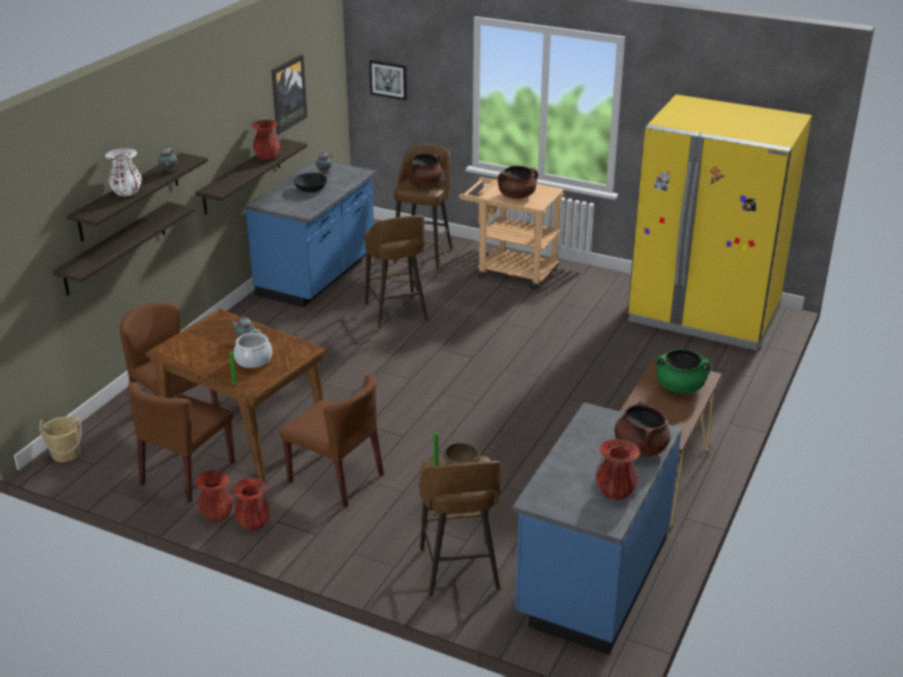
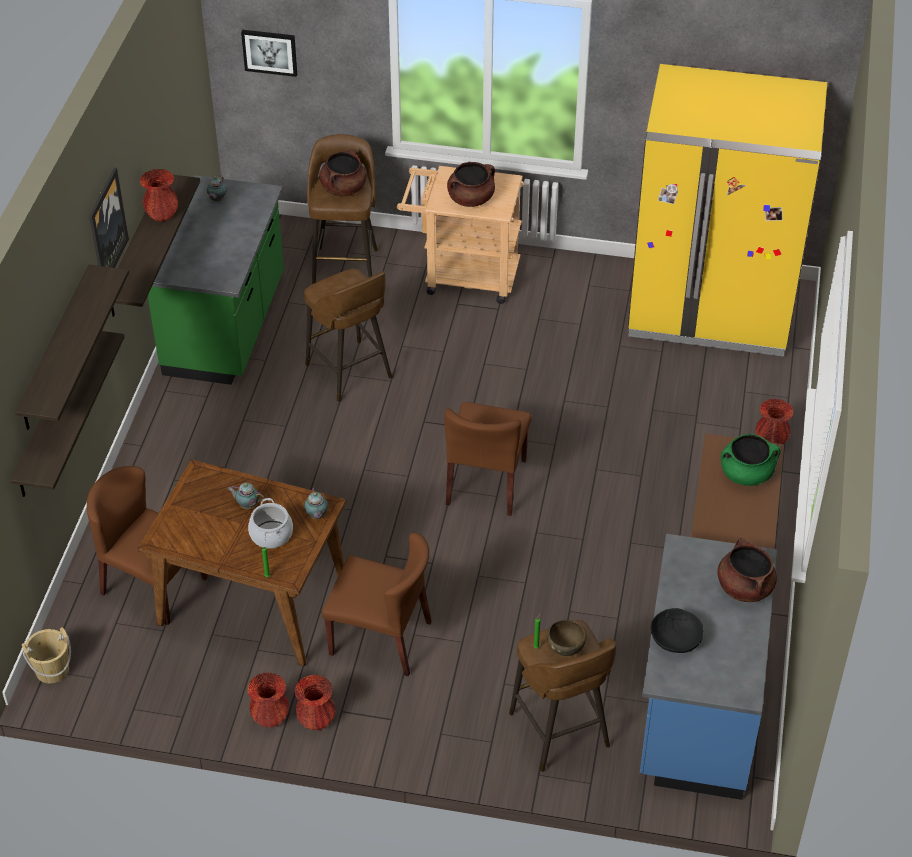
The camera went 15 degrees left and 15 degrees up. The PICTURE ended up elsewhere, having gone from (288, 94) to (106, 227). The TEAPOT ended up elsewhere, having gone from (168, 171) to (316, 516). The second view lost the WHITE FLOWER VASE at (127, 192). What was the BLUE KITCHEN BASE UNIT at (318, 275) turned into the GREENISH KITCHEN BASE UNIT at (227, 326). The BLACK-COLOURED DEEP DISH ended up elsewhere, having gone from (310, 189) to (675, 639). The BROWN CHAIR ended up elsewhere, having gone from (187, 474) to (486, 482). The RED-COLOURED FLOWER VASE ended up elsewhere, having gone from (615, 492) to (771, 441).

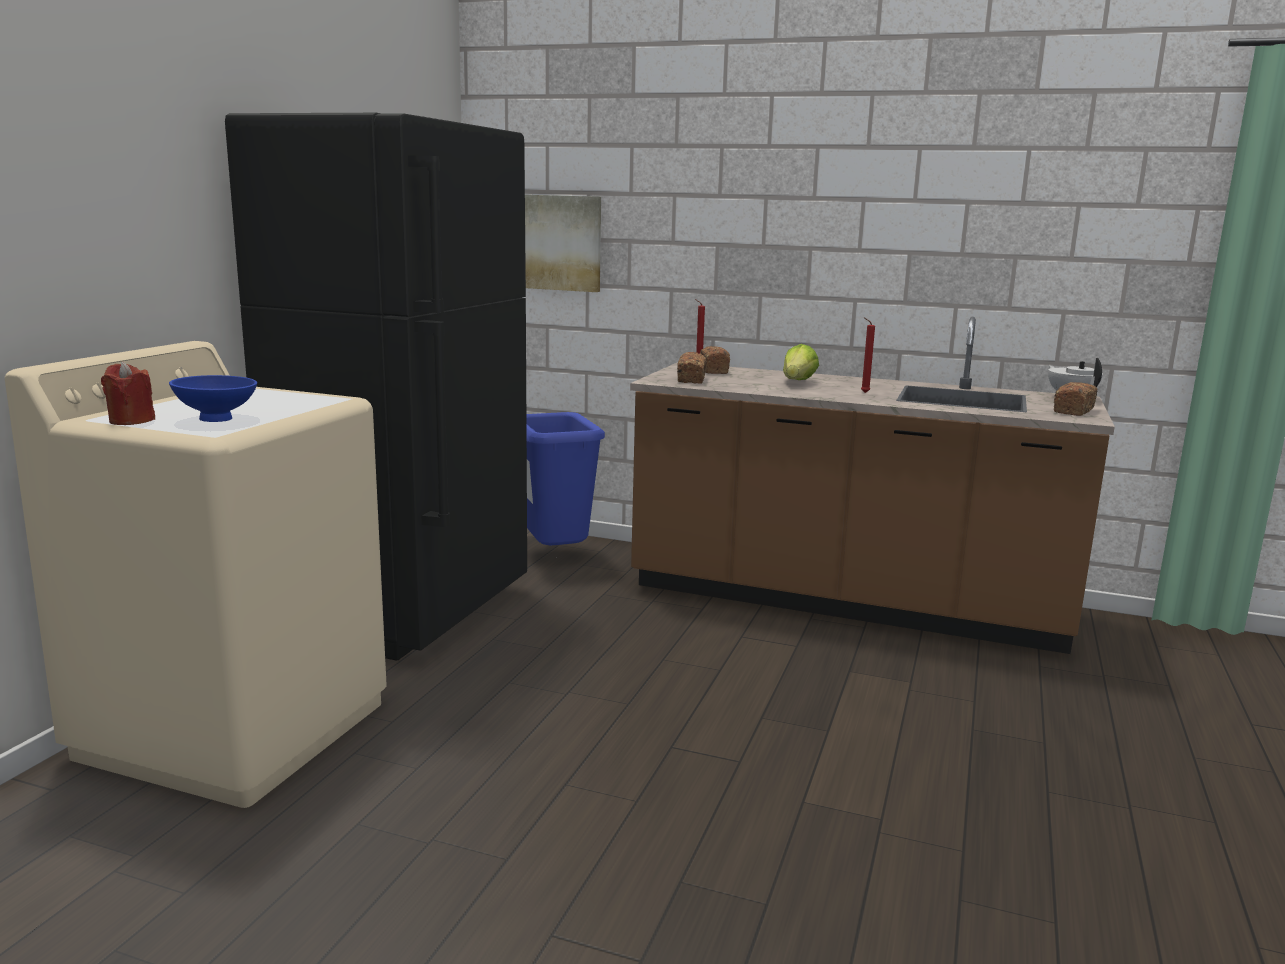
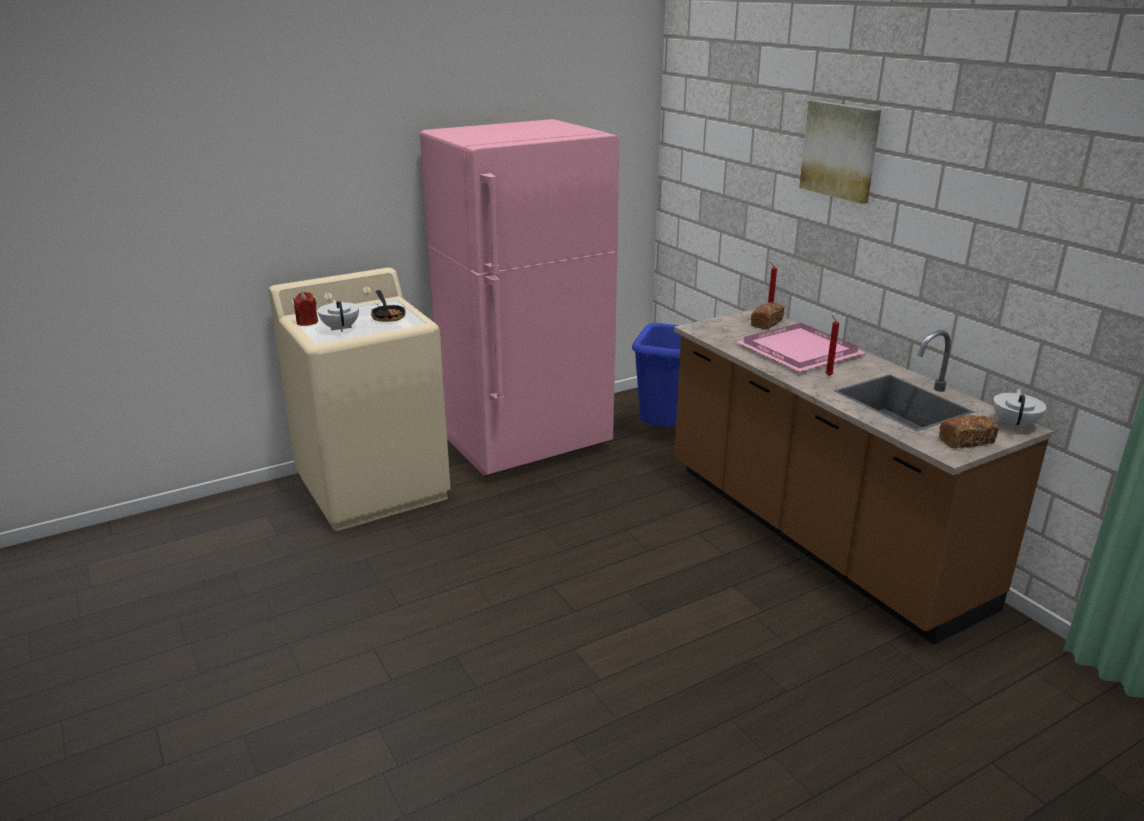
The camera went 40 degrees right and 10 degrees up. What was the BLACK-COLOURED REFRIGERATOR at (408, 612) turned into the PINK REFRIGERATOR at (527, 445). The PICTURE ended up elsewhere, having gone from (558, 243) to (840, 150). Where the HEAD OF LETTUCE stood at (797, 382), the PINK CARRYING TRAY came to stand at (801, 351). The second view lost the BAKED BREAD at (691, 379). Where the BLUE DEEP DISH stood at (217, 418), the WHITE TEAPOT came to stand at (341, 328). The second view gained the PAN at (388, 316).

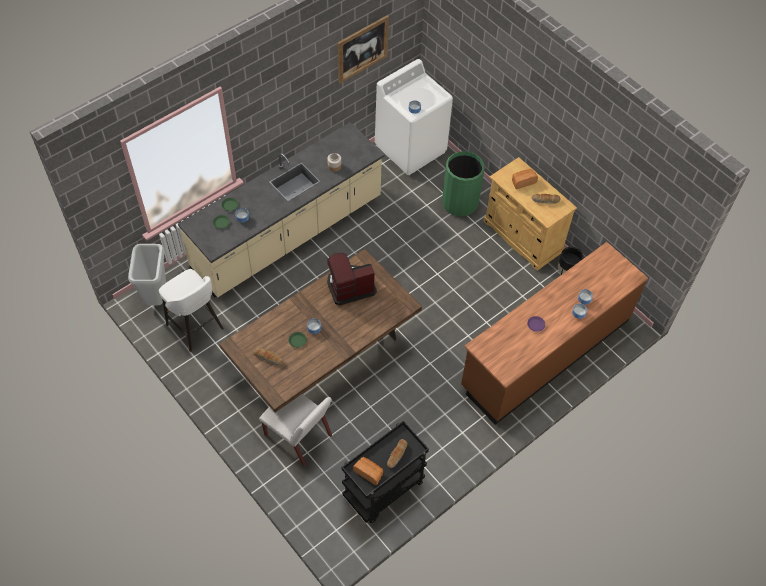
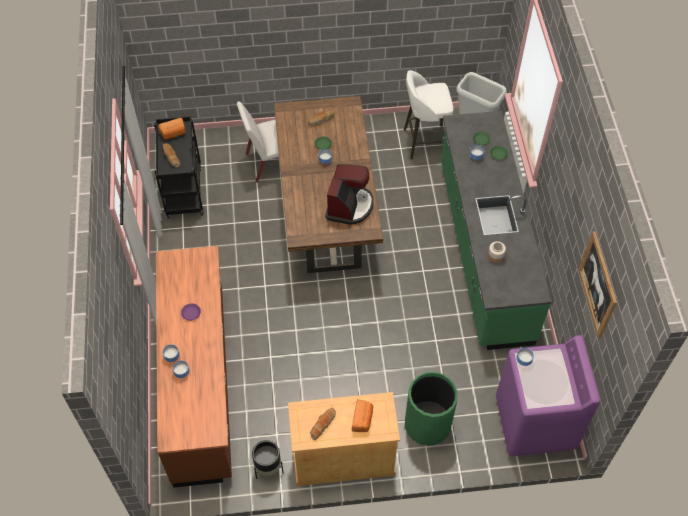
The camera went 125 degrees right and 0 degrees up. What was the WHITE LAUNDRY APPLIANCE at (411, 148) turned into the PURPLE-COLOURED LAUNDRY APPLIANCE at (535, 423). What was the SAND-COLOURED KITCHEN BASE UNIT at (288, 235) turned into the GREENISH KITCHEN BASE UNIT at (483, 251).

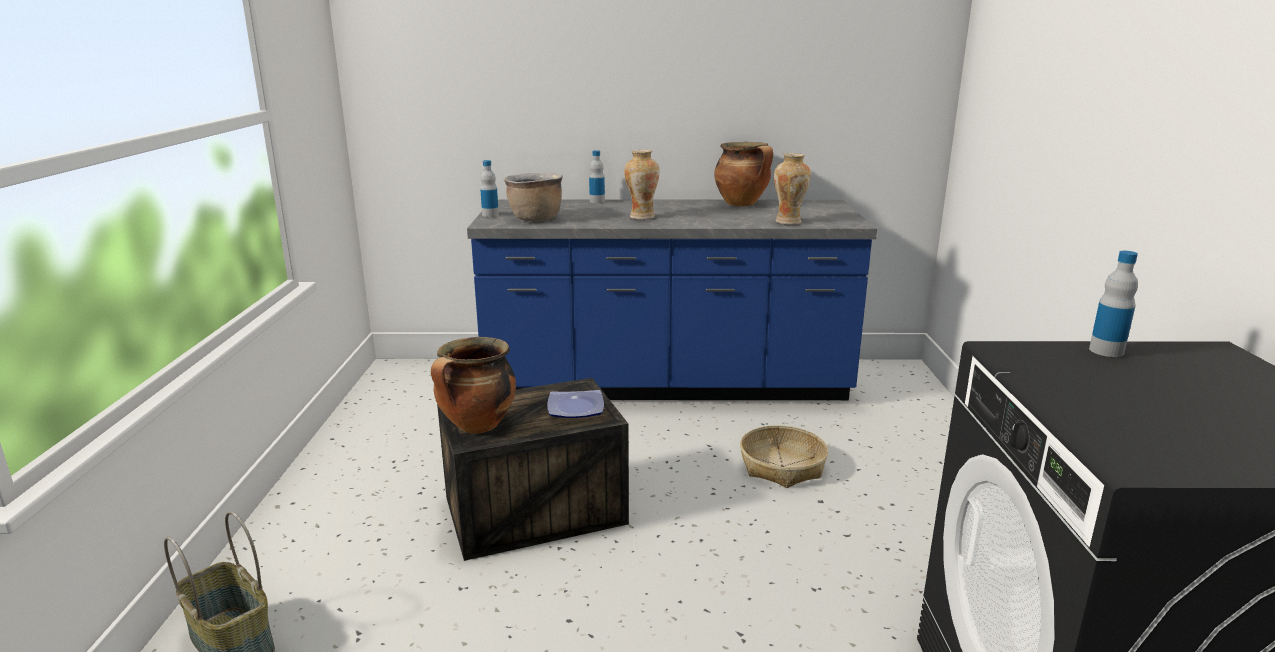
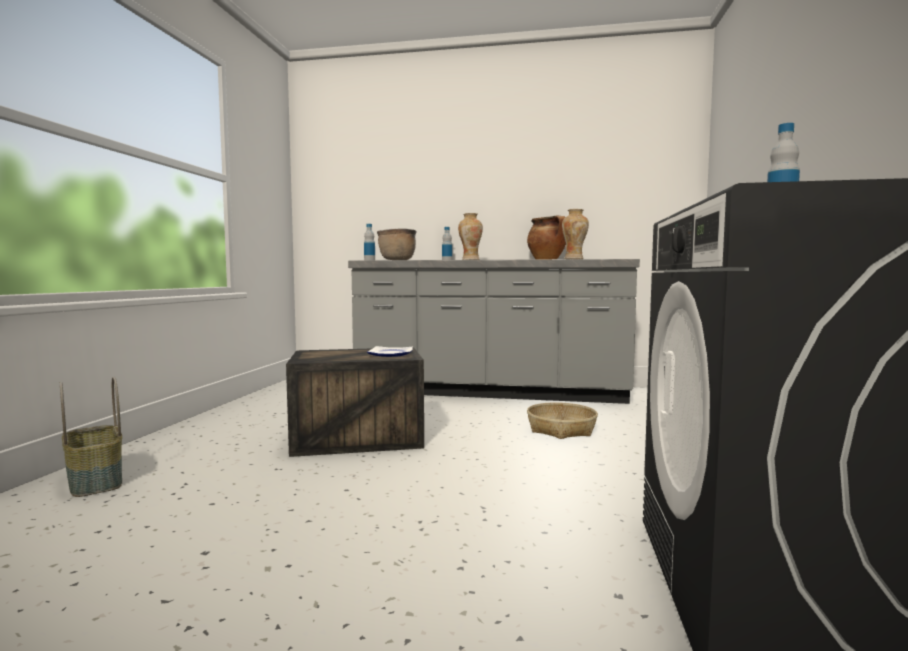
The camera went 10 degrees right and 15 degrees down. What was the BLUE KITCHEN BASE UNIT at (667, 384) turned into the GREY KITCHEN BASE UNIT at (491, 391). The second view lost the COOKING POT at (477, 426).

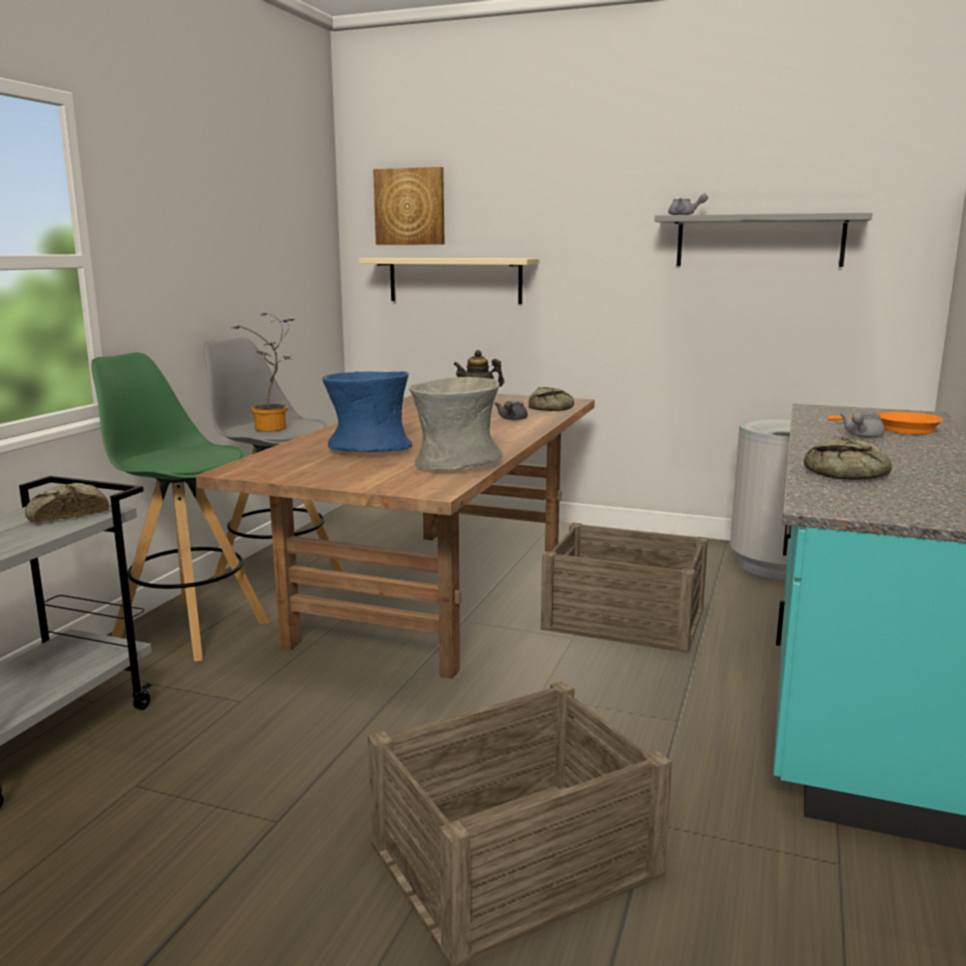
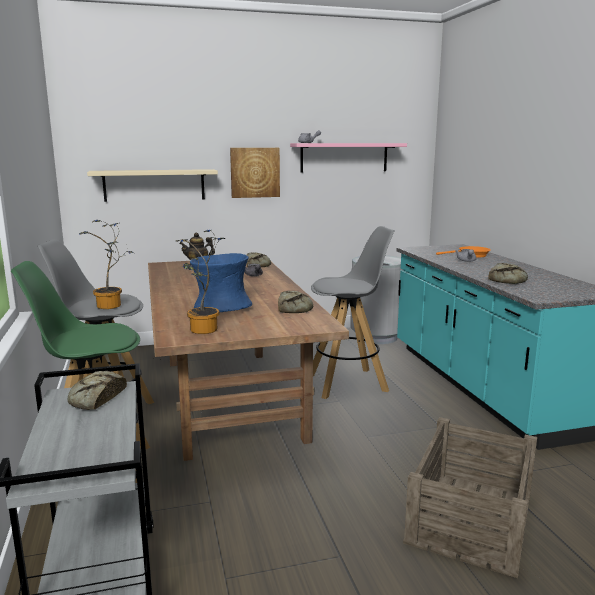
The camera went 35 degrees left and 0 degrees up. The PICTURE ended up elsewhere, having gone from (410, 207) to (255, 172). What was the GREY WALL SHELF at (759, 241) turned into the PINK WALL SHELF at (344, 157). Where the GREY FLOWER VASE stood at (455, 464), the BAKED BREAD came to stand at (295, 308). Where the PACKING CRATE stood at (624, 619), the GREY STOOL came to stand at (348, 383). The second view gained the HOUSEPLANT at (202, 331).

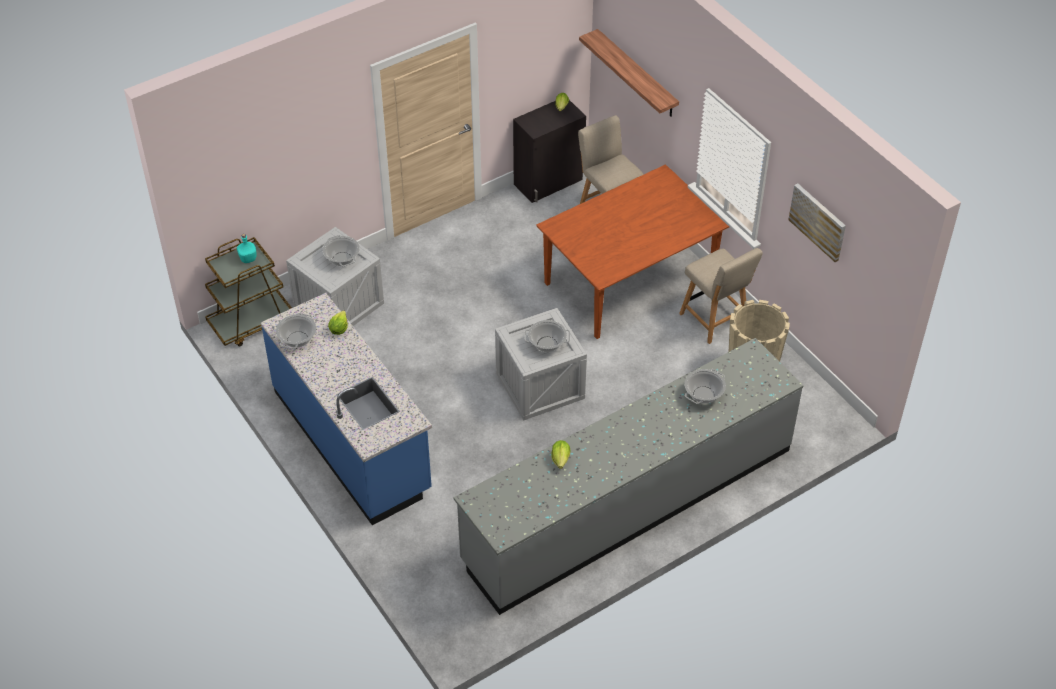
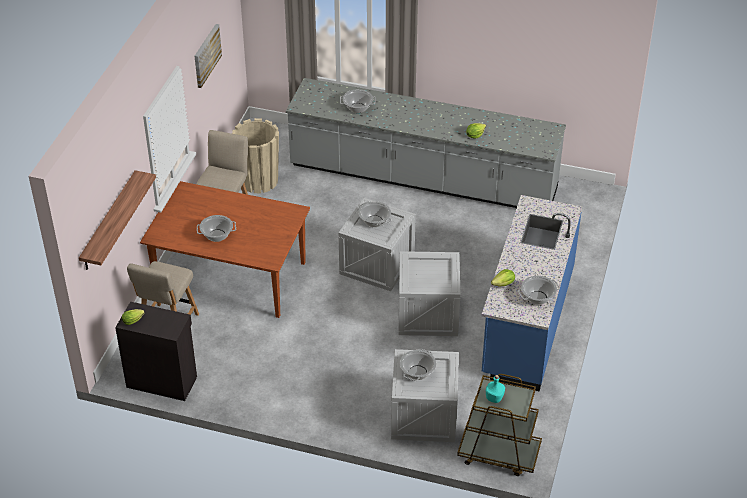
The camera went 130 degrees left and 5 degrees down. The second view gained the COOKING POT at (217, 235). The second view gained the PACKING CRATE at (427, 315).

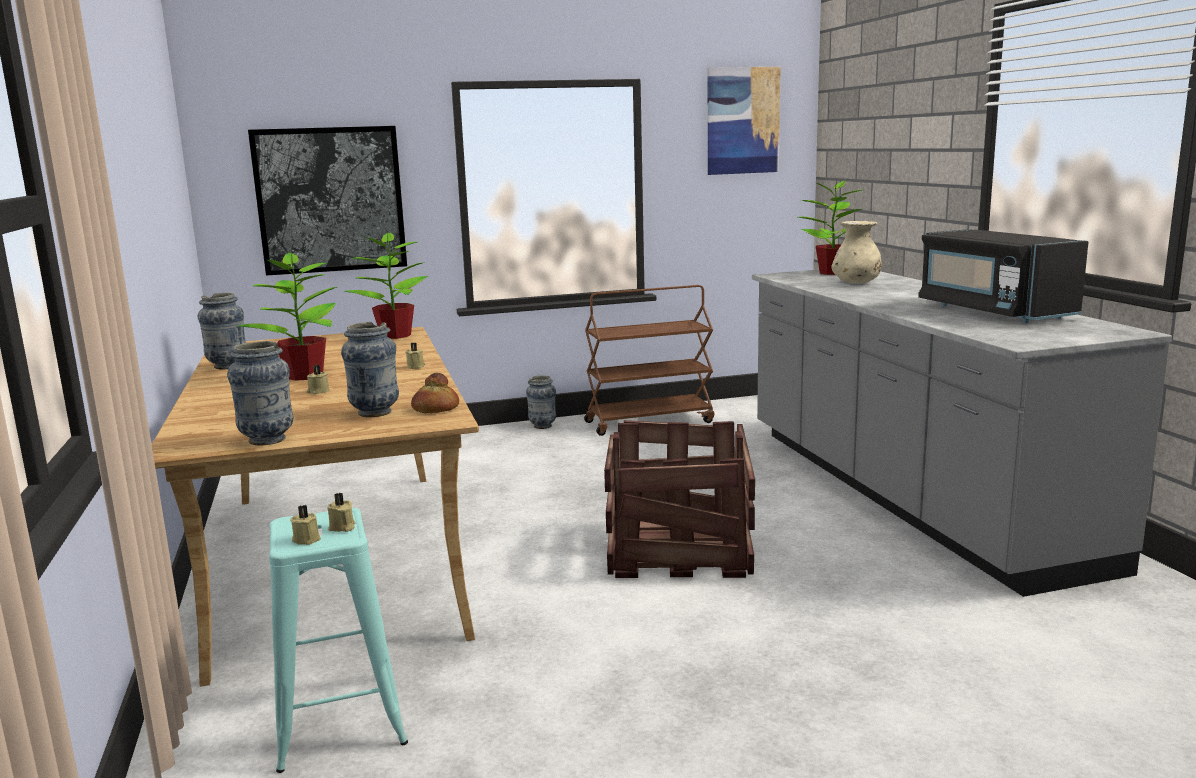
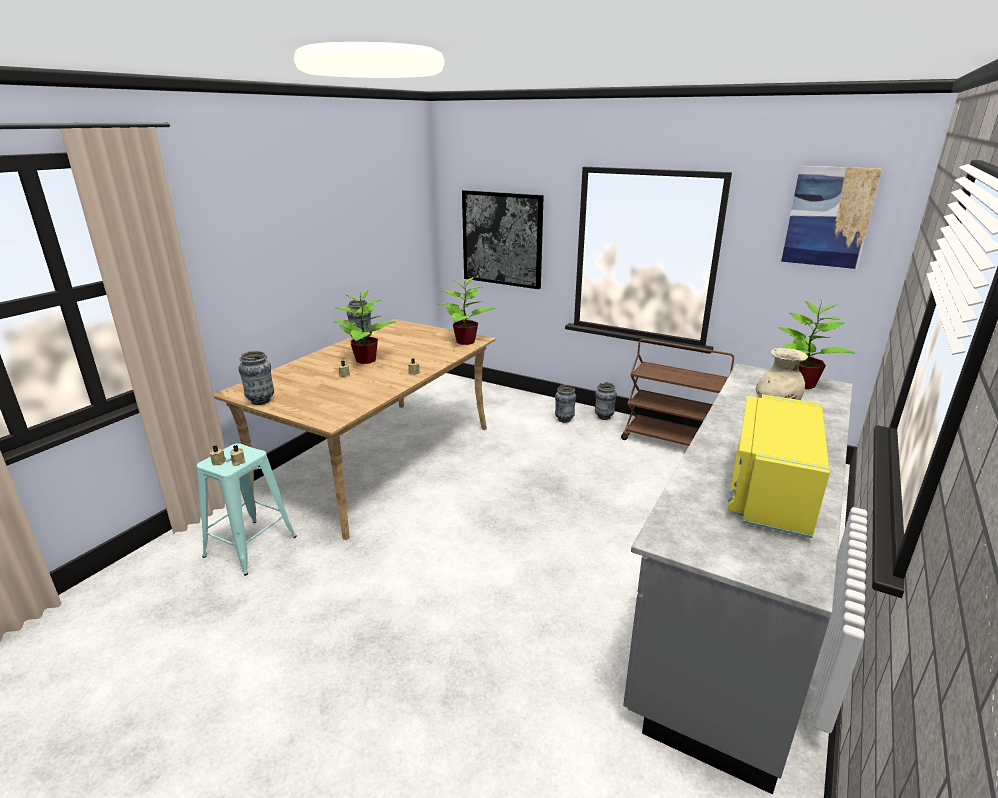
The camera went 45 degrees right and 10 degrees up. What was the BLACK-COLOURED MICROWAVE OVEN at (992, 311) turned into the YELLOW MICROWAVE OVEN at (771, 492). The FLOWER VASE ended up elsewhere, having gone from (375, 413) to (564, 419). The second view lost the BAKED BREAD at (435, 409). The second view lost the PACKING CRATE at (676, 550).

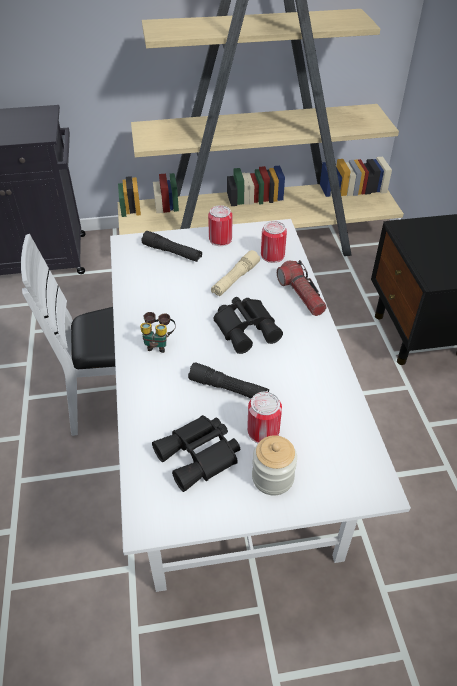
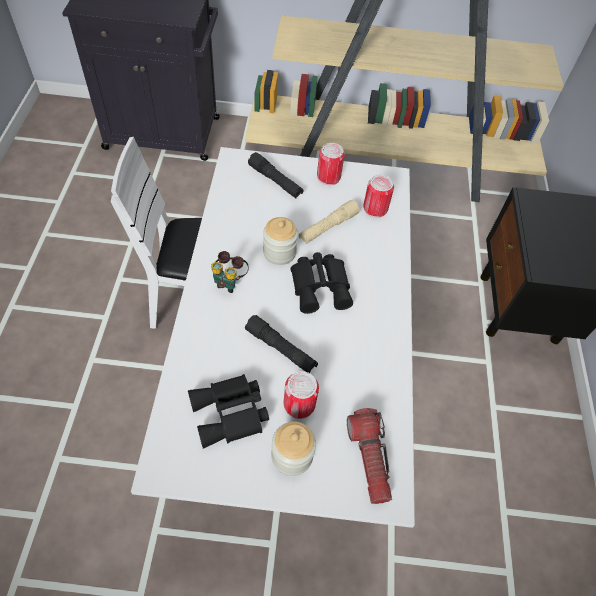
The camera went 10 degrees right and 10 degrees up. The HAND TORCH ended up elsewhere, having gone from (301, 295) to (369, 459). The second view gained the PRESERVE JAR at (279, 252).

